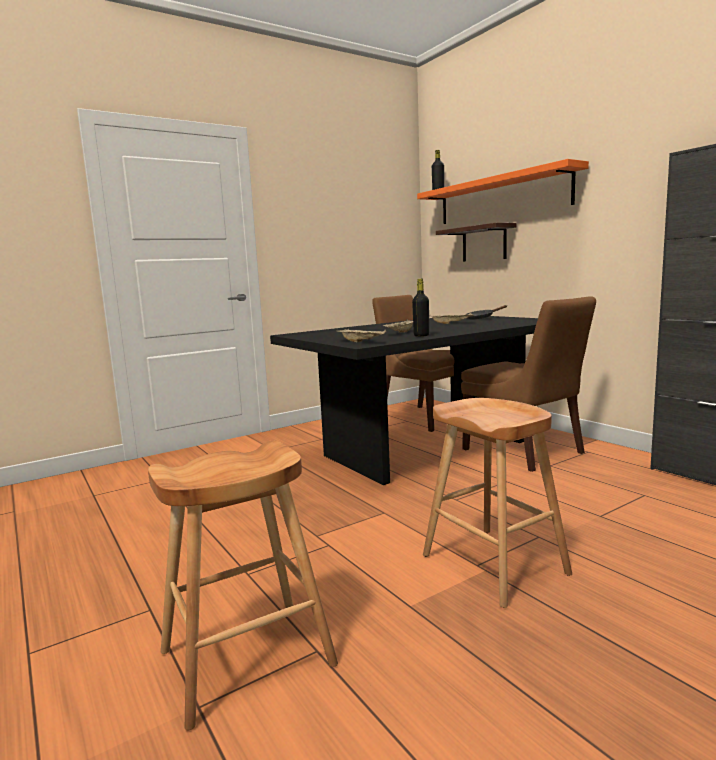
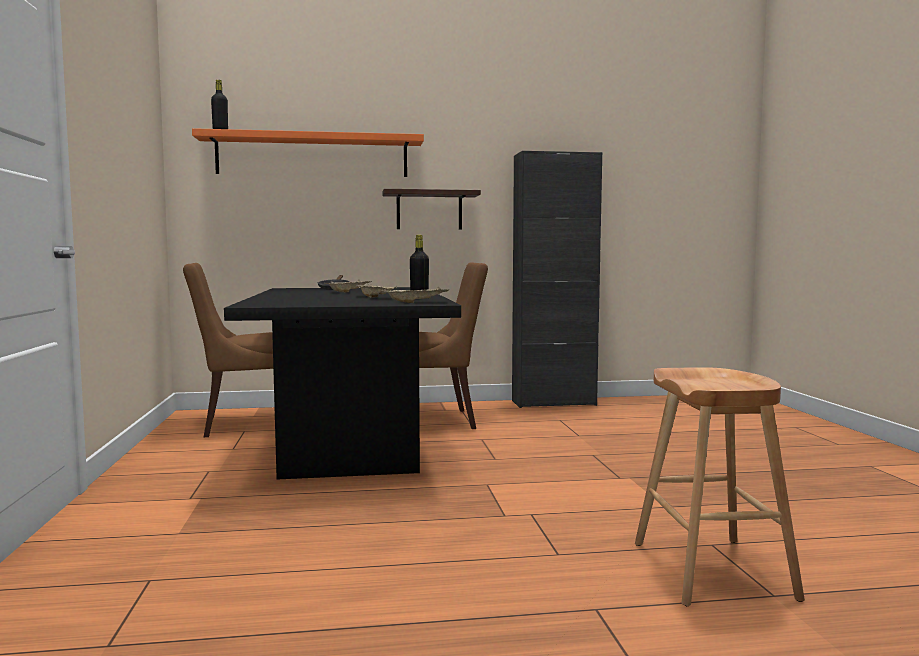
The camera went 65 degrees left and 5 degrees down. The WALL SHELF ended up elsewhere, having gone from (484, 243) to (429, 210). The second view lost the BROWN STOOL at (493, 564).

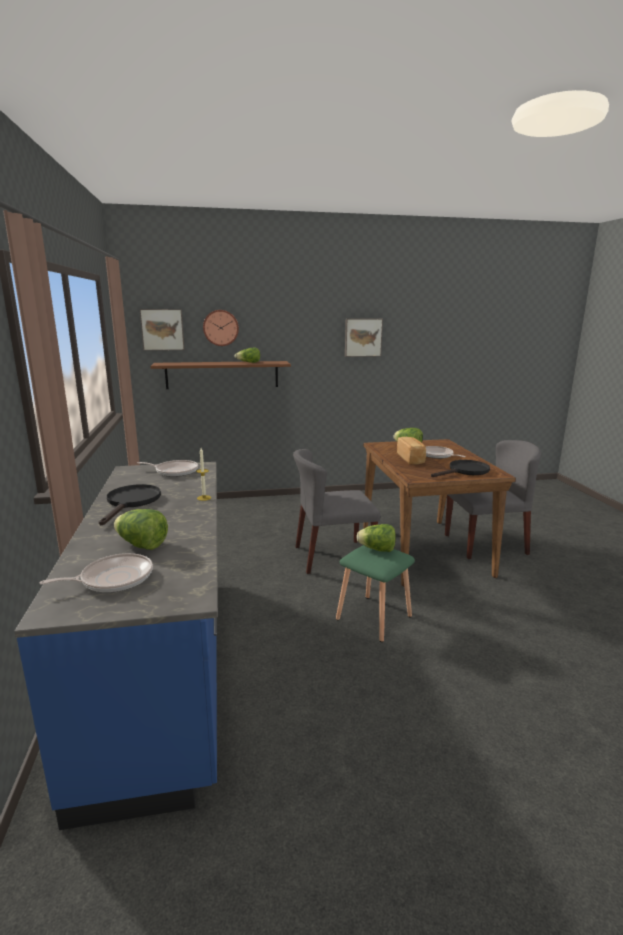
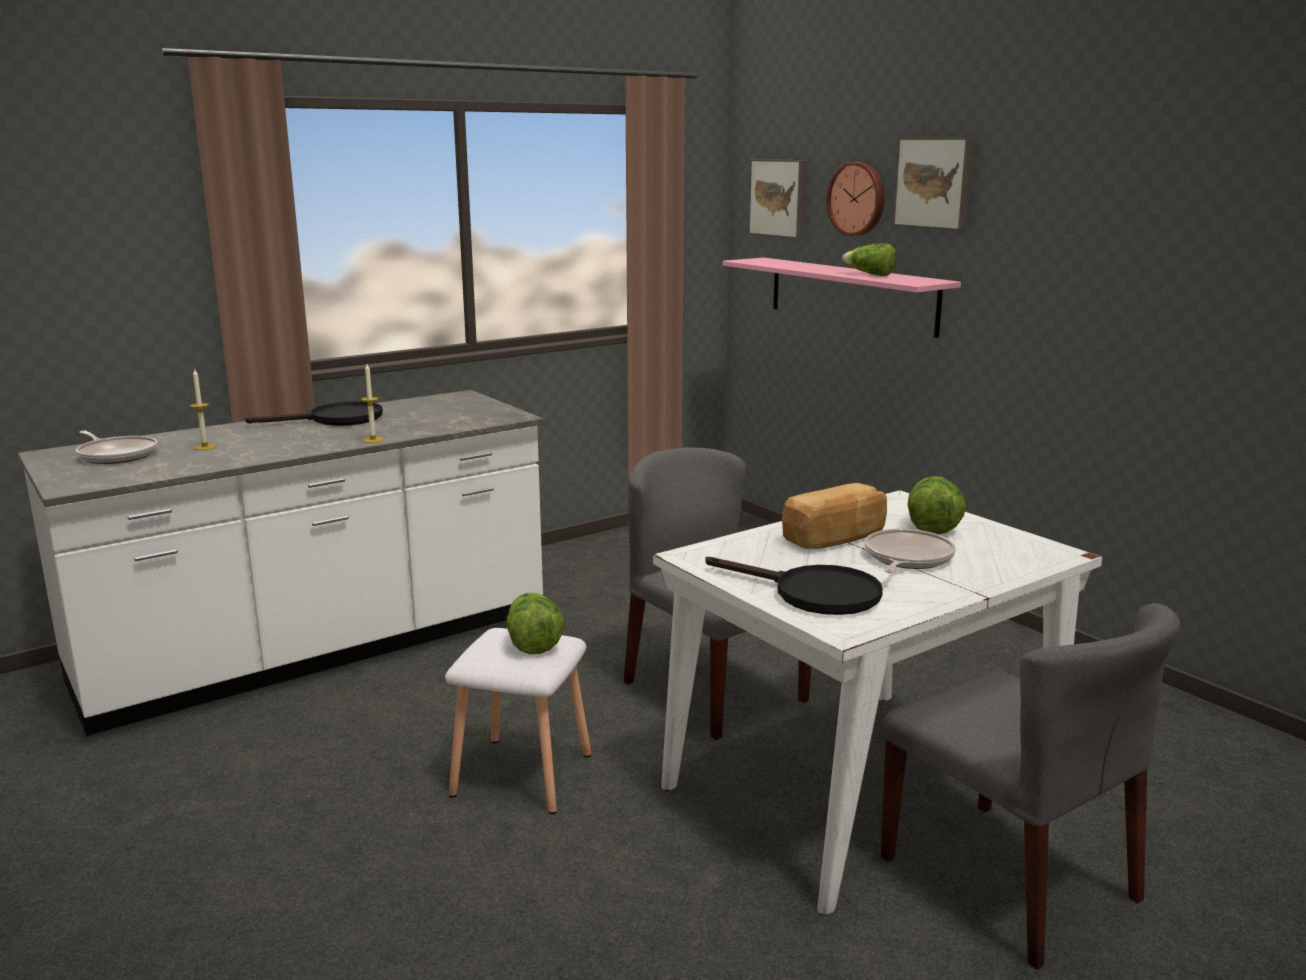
The camera went 65 degrees right and 0 degrees up. The PICTURE ended up elsewhere, having gone from (362, 337) to (935, 183). What was the BROWN WALL SHELF at (222, 374) turned into the PINK WALL SHELF at (851, 295). What was the BROWN KITCHEN TABLE at (423, 549) turned into the WHITE KITCHEN TABLE at (862, 785). The second view lost the PAN at (174, 471). What was the BLUE KITCHEN BASE UNIT at (165, 665) turned into the WHITE KITCHEN BASE UNIT at (318, 649). Where the HEAD OF LETTUCE stood at (142, 545), the CANDLE came to stand at (205, 447). What was the GREENISH STOOL at (374, 617) turned into the WHITE STOOL at (524, 774).

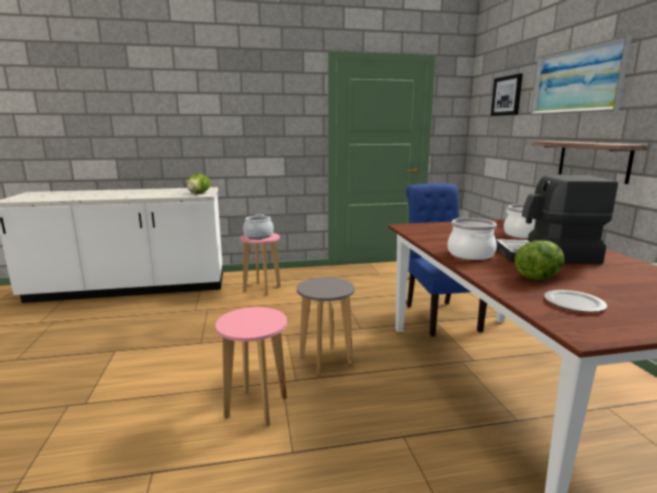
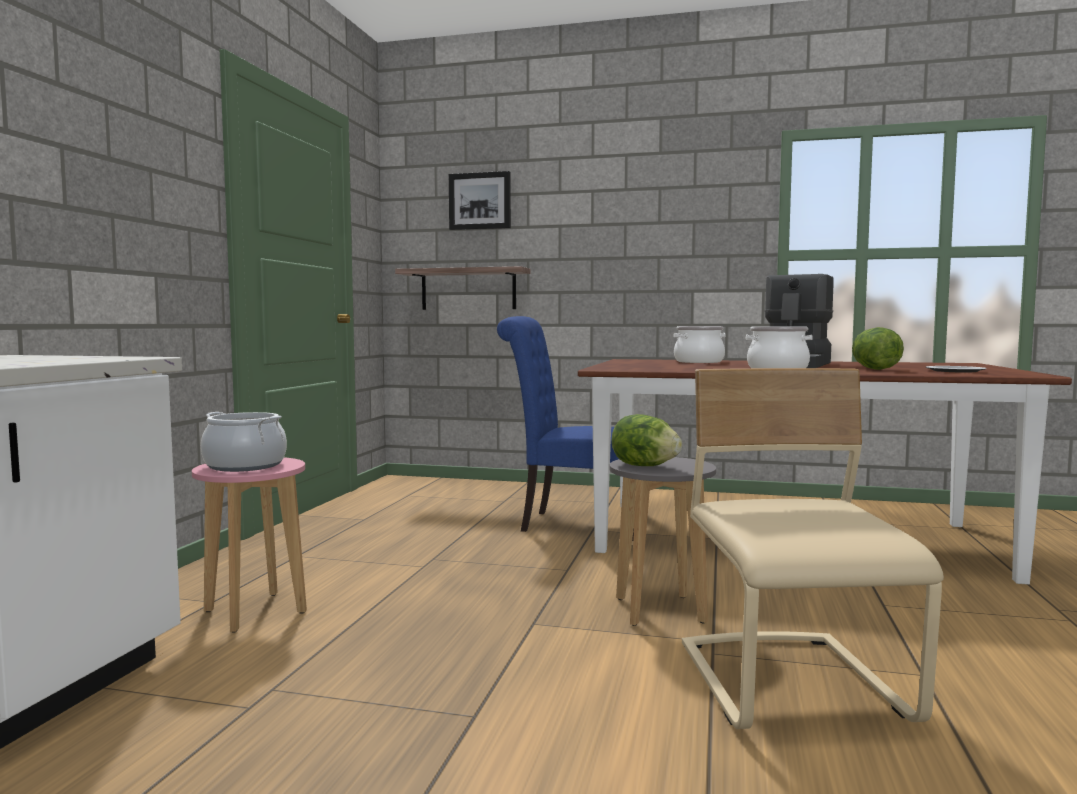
The camera went 65 degrees left and 10 degrees down. The second view lost the PICTURE at (576, 81). The WALL SHELF ended up elsewhere, having gone from (593, 160) to (468, 289). The HEAD OF LETTUCE ended up elsewhere, having gone from (198, 194) to (644, 466). Where the PINK STOOL stood at (256, 407), the SAND-COLOURED CHAIR came to stand at (793, 685).

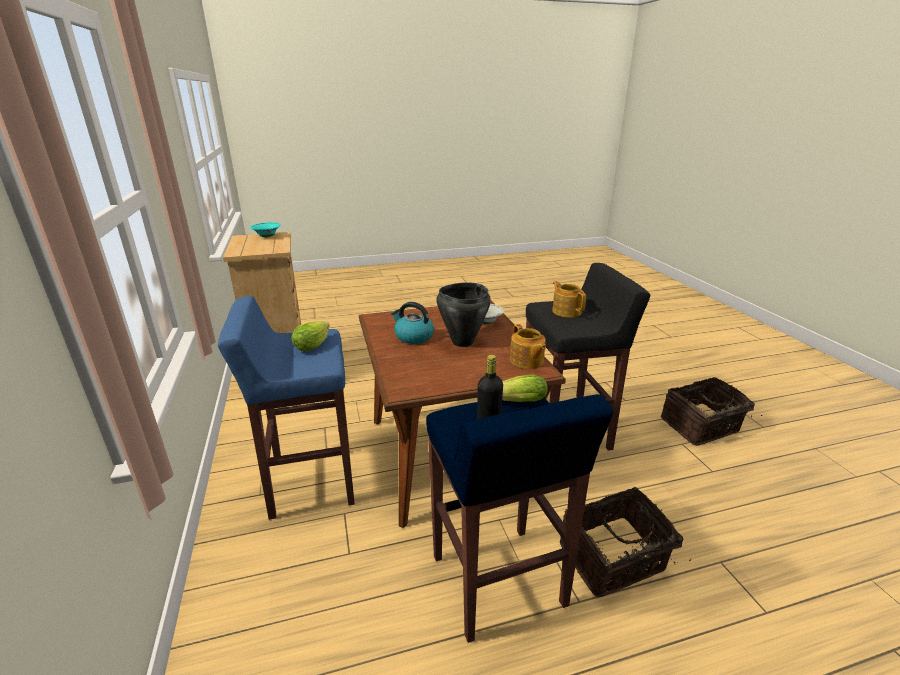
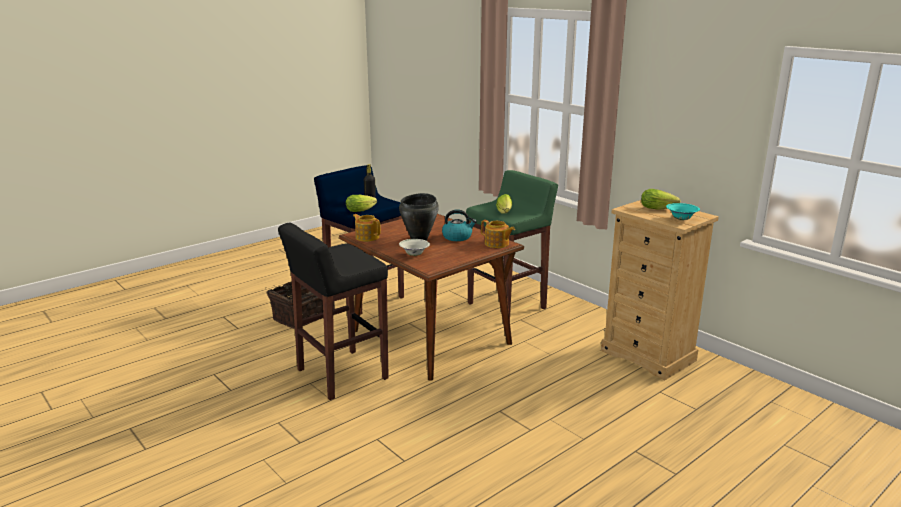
The camera went 155 degrees right and 5 degrees down. The TEAPOT ended up elsewhere, having gone from (566, 311) to (497, 244). What was the BLUE STOOL at (310, 482) turned into the GREENISH STOOL at (508, 306). The second view lost the HOUSEHOLD BASKET at (701, 427). The second view gained the HEAD OF LETTUCE at (659, 208).

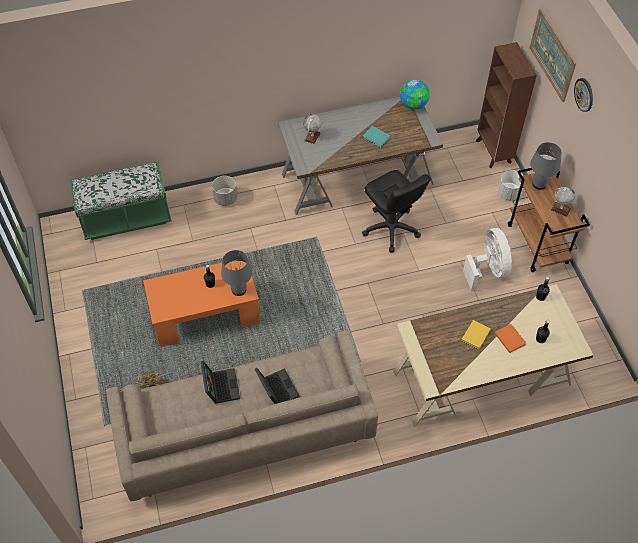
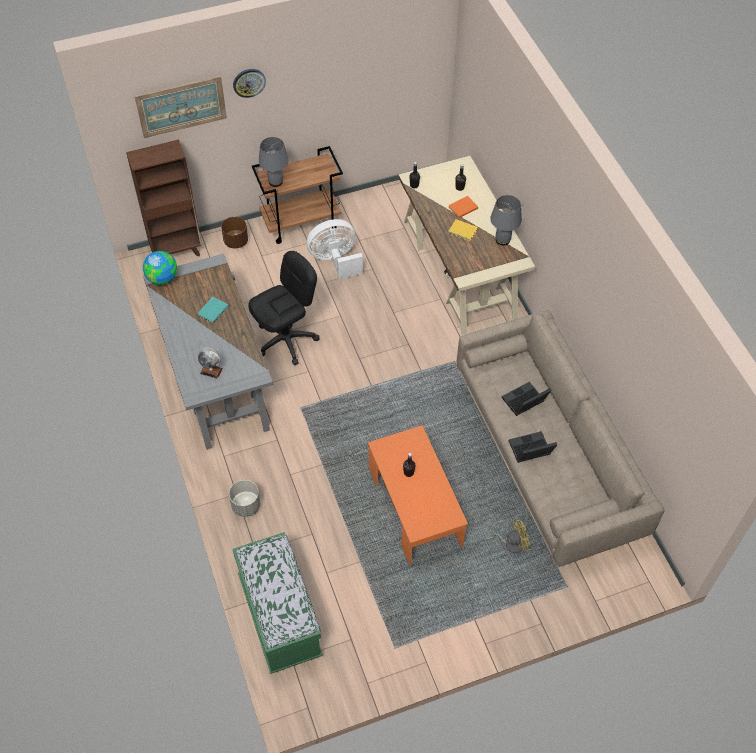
The camera went 95 degrees left and 0 degrees up. What was the WHITE PLANTER at (509, 193) turned into the BROWN PLANTER at (236, 241). The second view lost the DESK GLOBE at (560, 209). The GREY LAMP FOR A TABLE ended up elsewhere, having gone from (238, 290) to (503, 240).

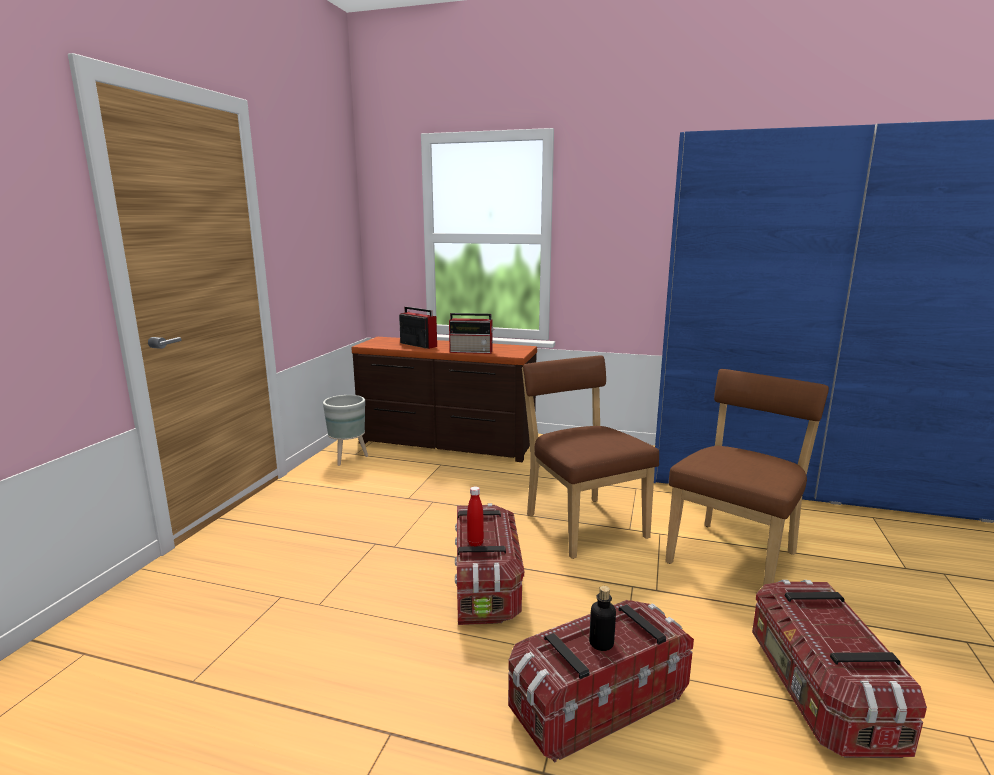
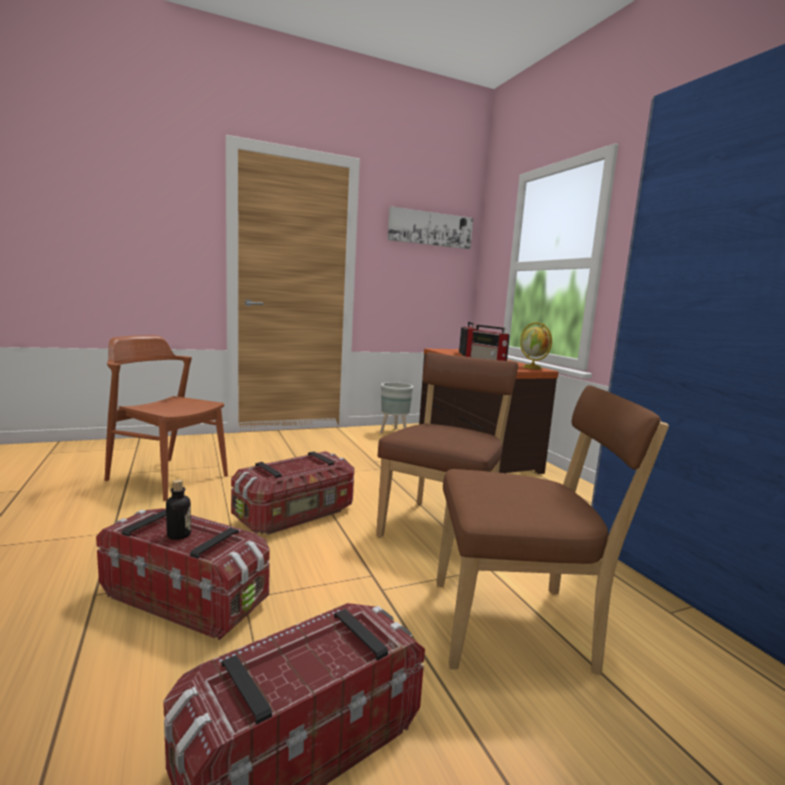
The camera went 50 degrees right and 5 degrees down. The second view lost the RED-COLOURED BEVERAGE BOTTLE at (475, 543). The second view gained the PICTURE at (430, 229). The second view gained the DESK GLOBE at (533, 367). The second view gained the BROWN CHAIR at (167, 478).

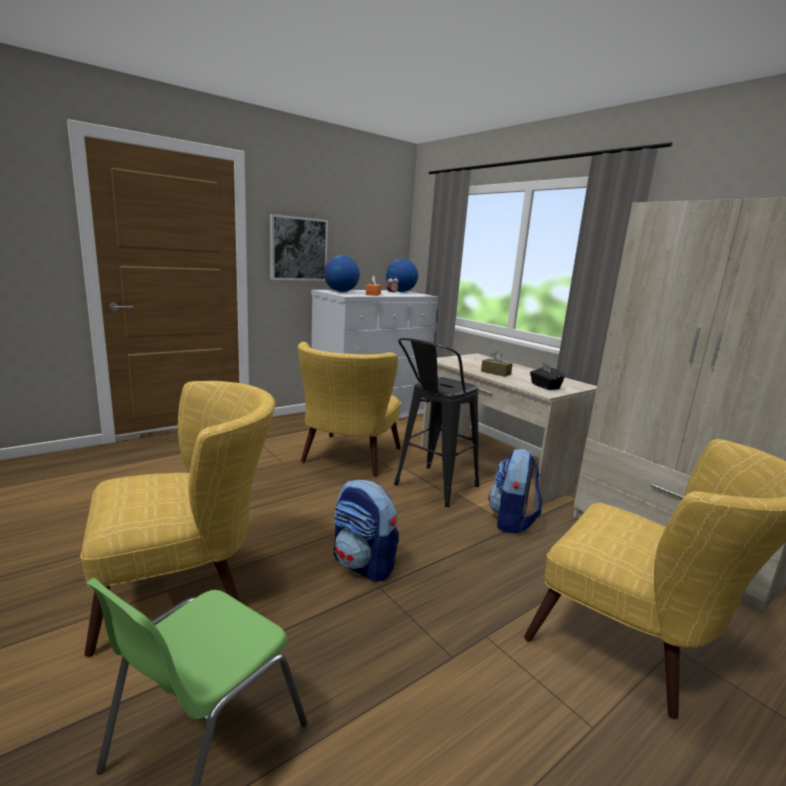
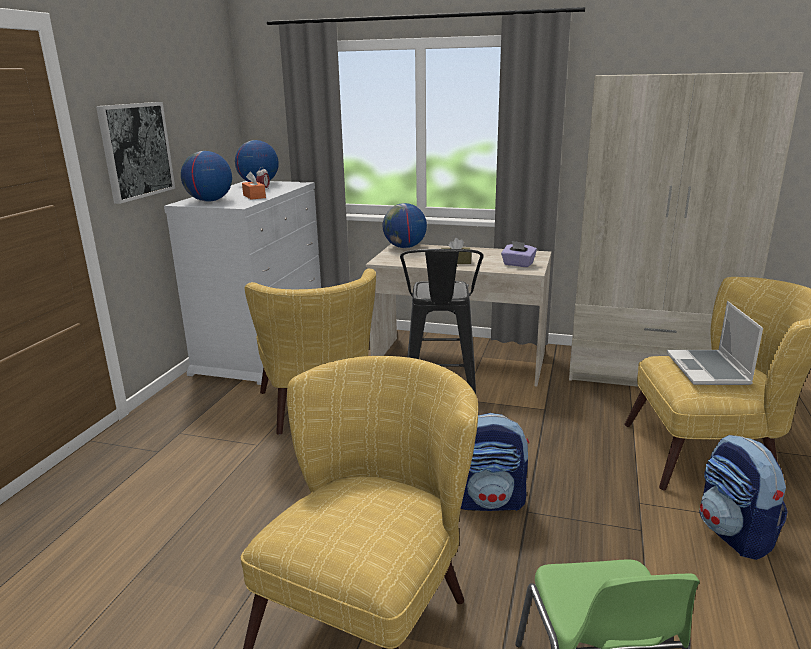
The camera went 35 degrees left and 5 degrees up. What was the BLACK-COLOURED BOX OF TISSUES at (545, 386) turned into the PURPLE-COLOURED BOX OF TISSUES at (518, 264). The KNAPSACK ended up elsewhere, having gone from (512, 521) to (734, 534). The second view gained the DESK GLOBE at (405, 247). The second view gained the PORTABLE COMPUTER at (709, 370).

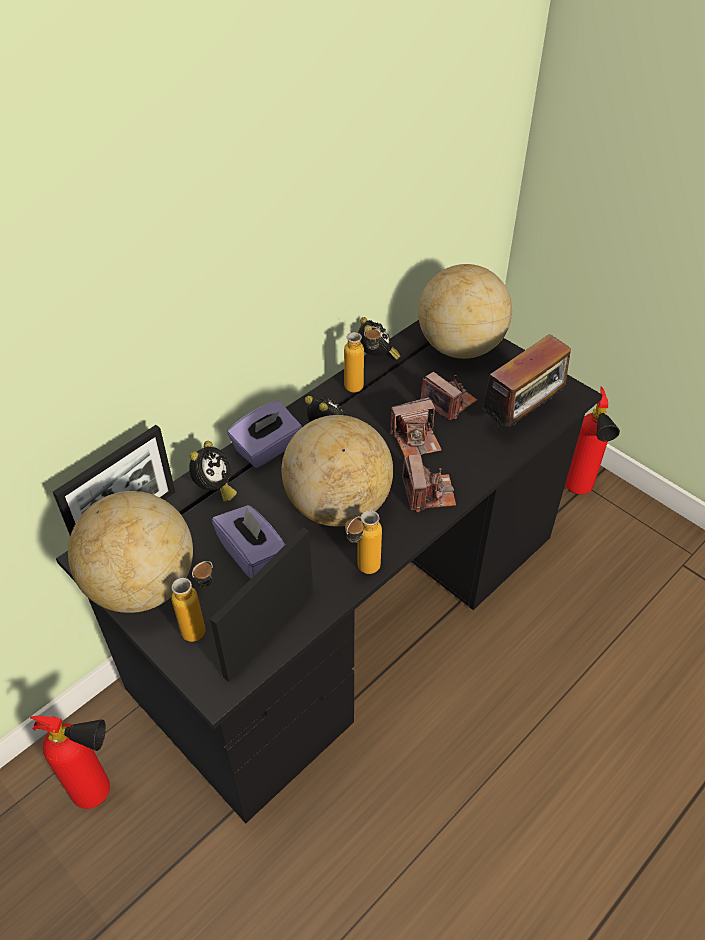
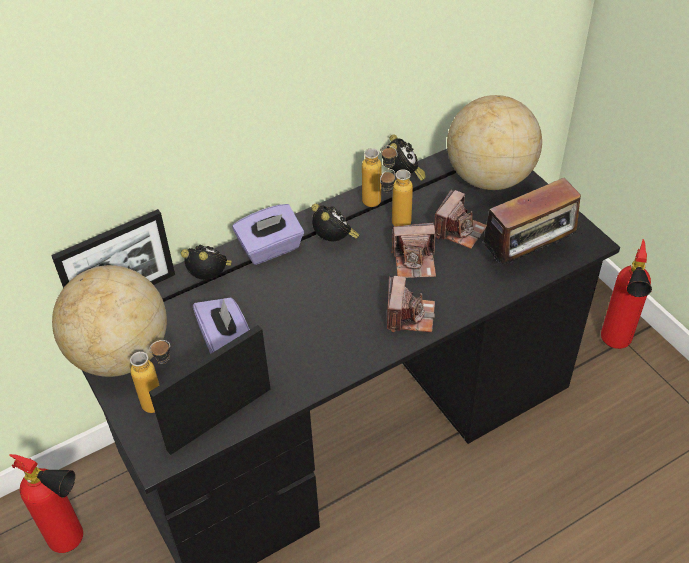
The camera went 15 degrees right and 0 degrees up. The STILL CAMERA at (448, 402) ended up facing another way, 60 degrees clockwise from before. The second view lost the DESK GLOBE at (338, 506). The TABLE CLOCK at (214, 489) ended up facing another way, 105 degrees counterclockwise from before. The BEVERAGE BOTTLE ended up elsewhere, having gone from (362, 571) to (394, 226).

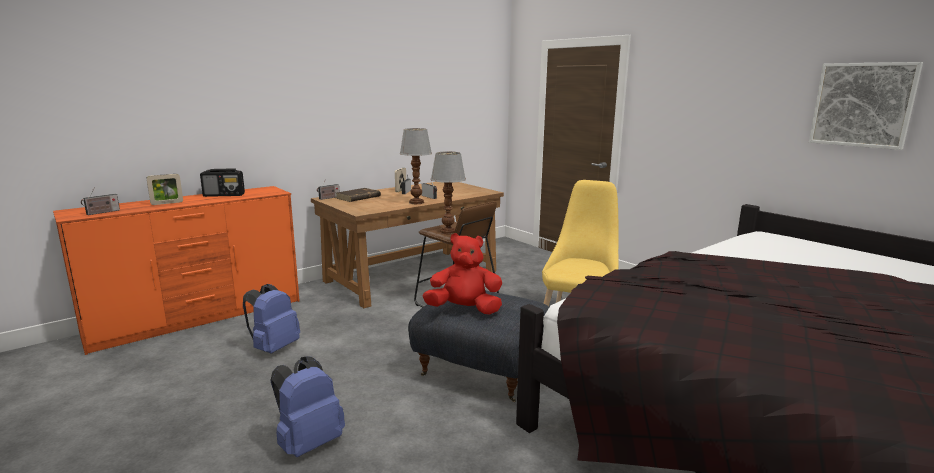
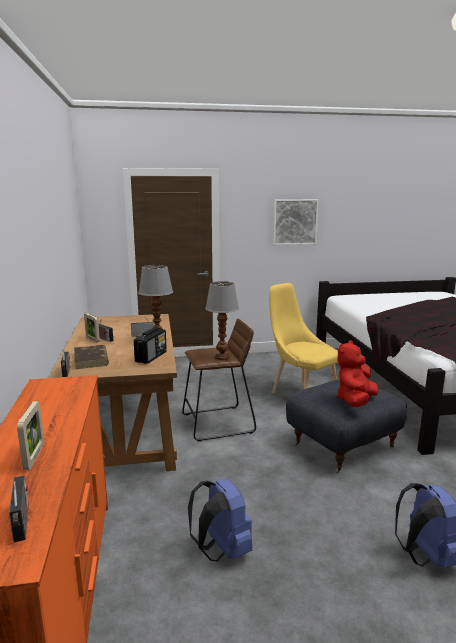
The camera went 60 degrees left and 0 degrees up. The PICTURE ended up elsewhere, having gone from (862, 105) to (295, 222). The RADIO ended up elsewhere, having gone from (224, 195) to (151, 357).

